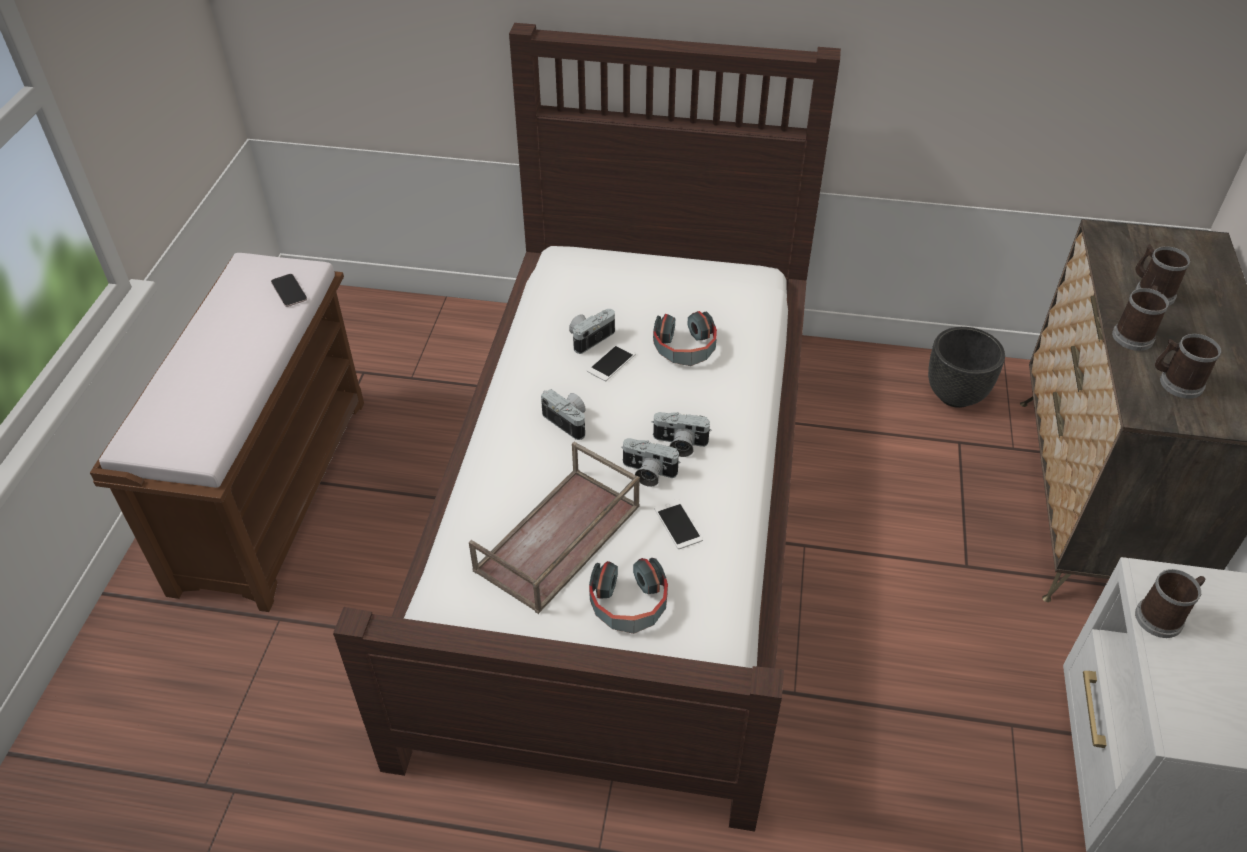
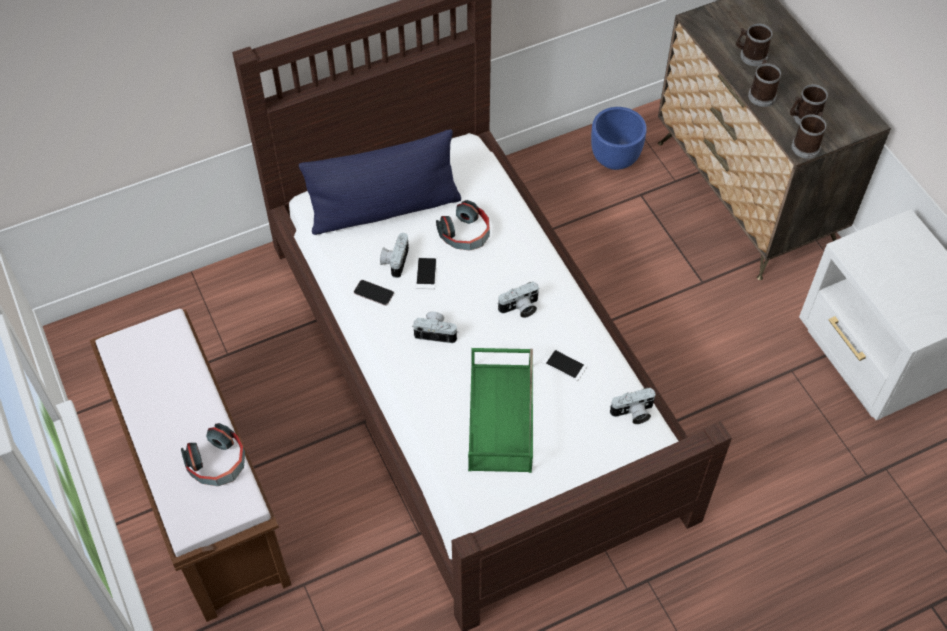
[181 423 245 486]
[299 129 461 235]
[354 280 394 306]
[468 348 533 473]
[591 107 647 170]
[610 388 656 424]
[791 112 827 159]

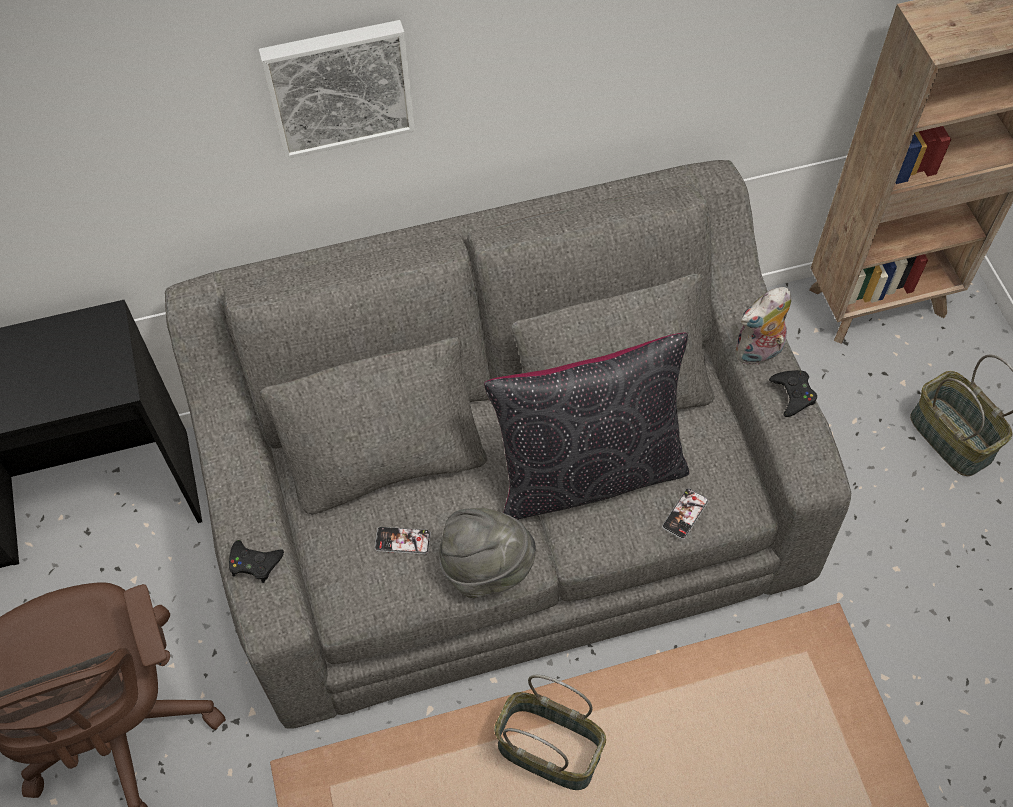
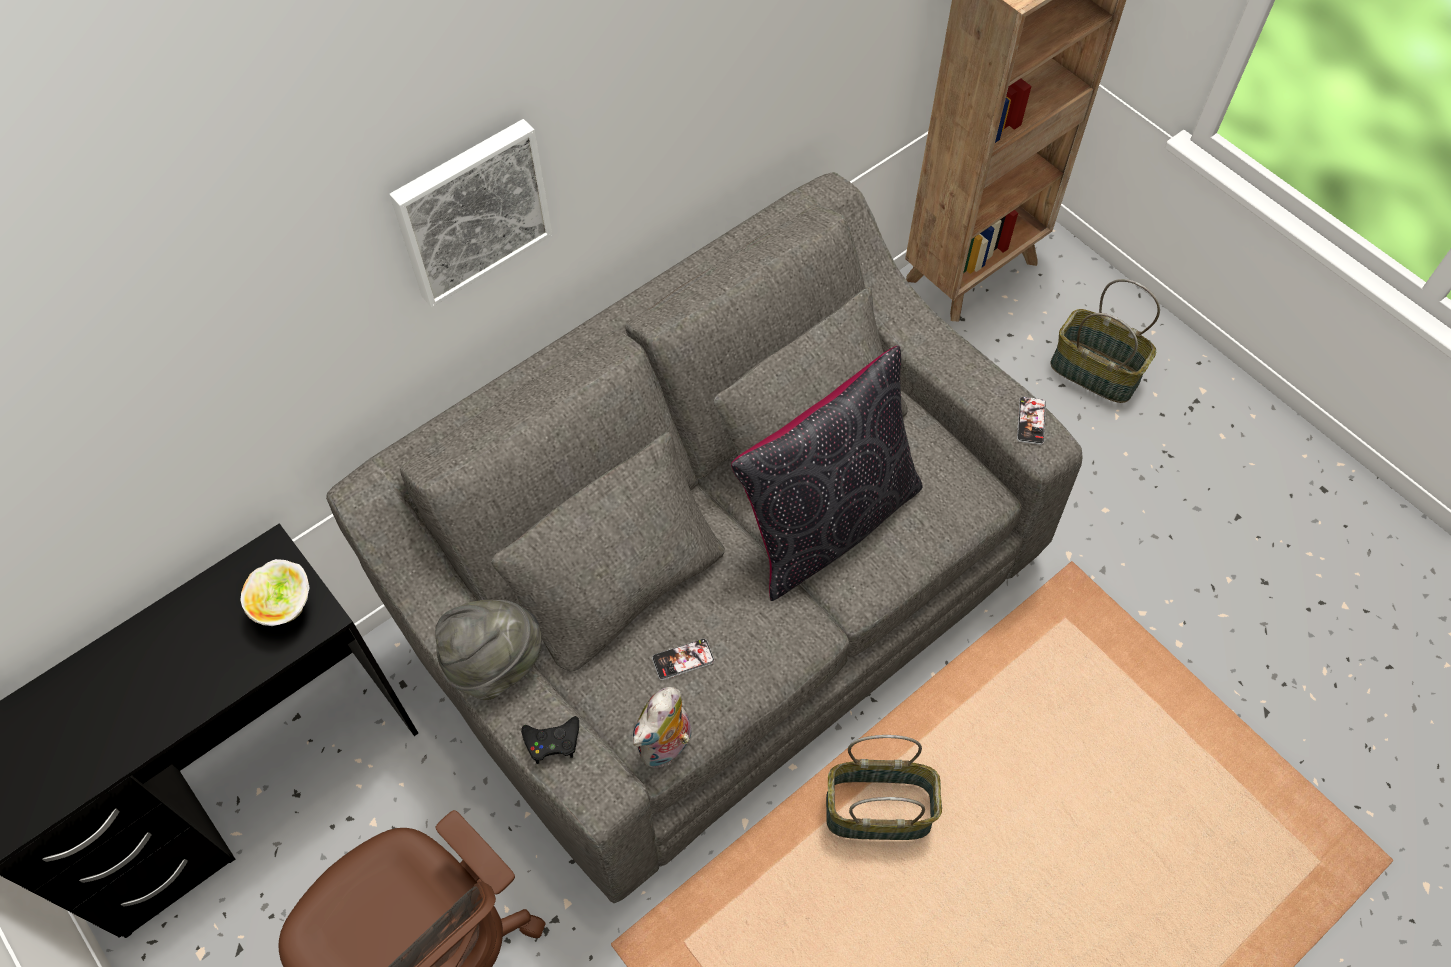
[240 559 310 626]
[435 600 542 700]
[633 687 691 768]
[1017 397 1046 445]
[769 370 817 417] (first image)

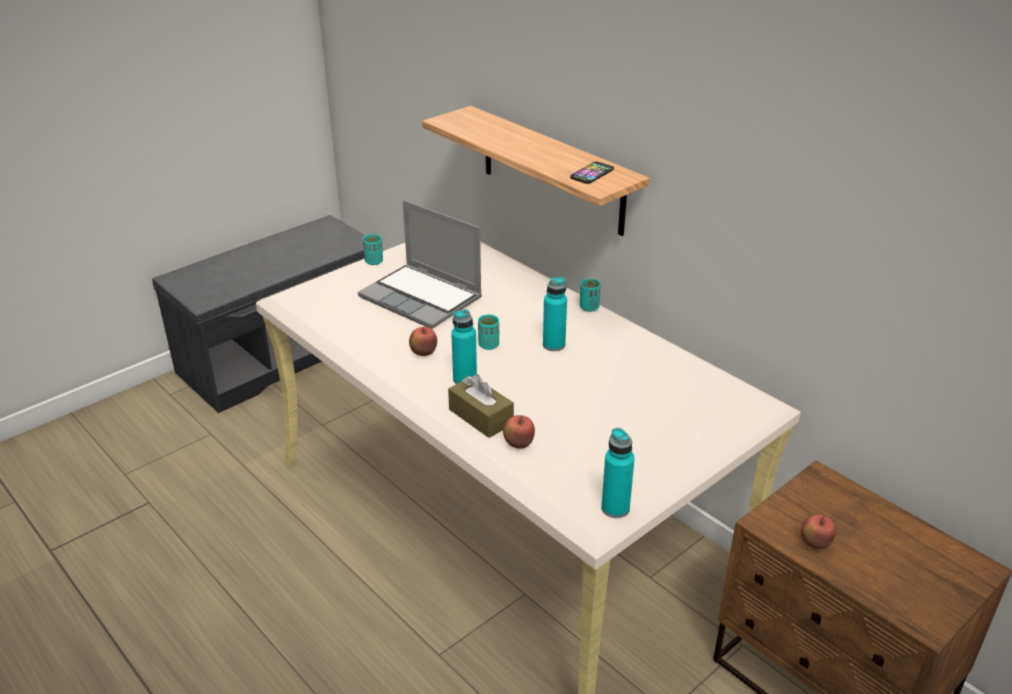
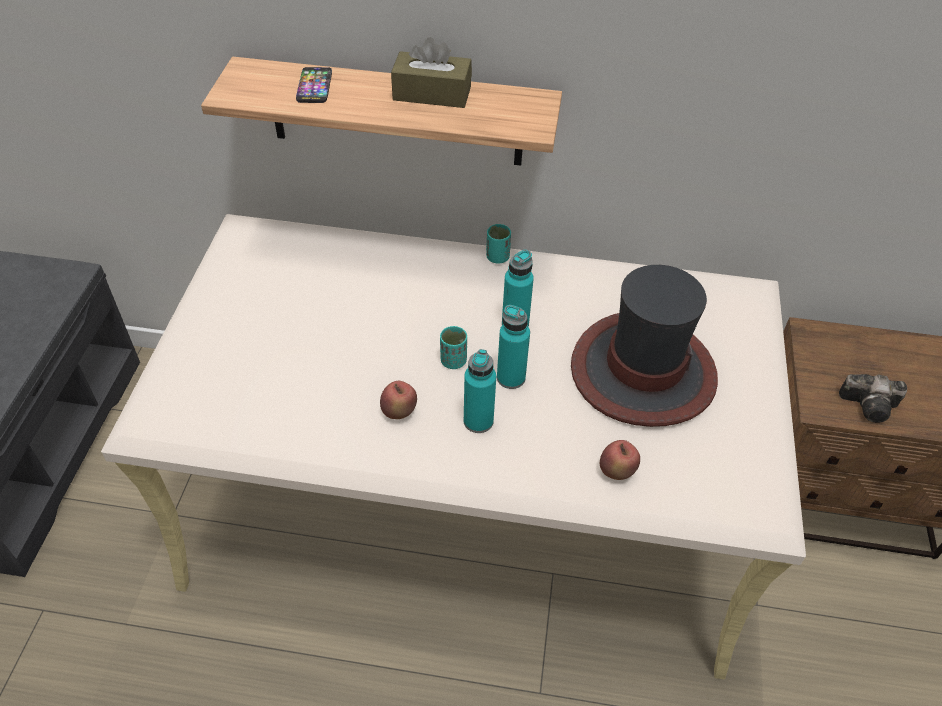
[296 67 332 103]
[391 37 472 108]
[497 305 530 389]
[571 265 718 427]
[839 374 907 423]
[358 200 482 329] (first image)
[363 234 383 265] (first image)

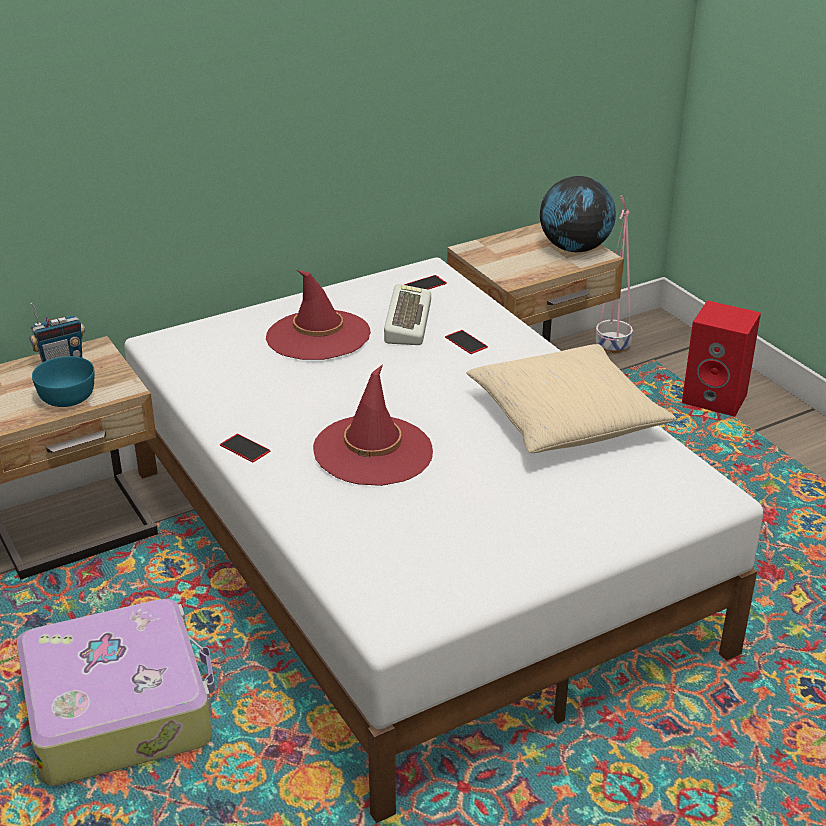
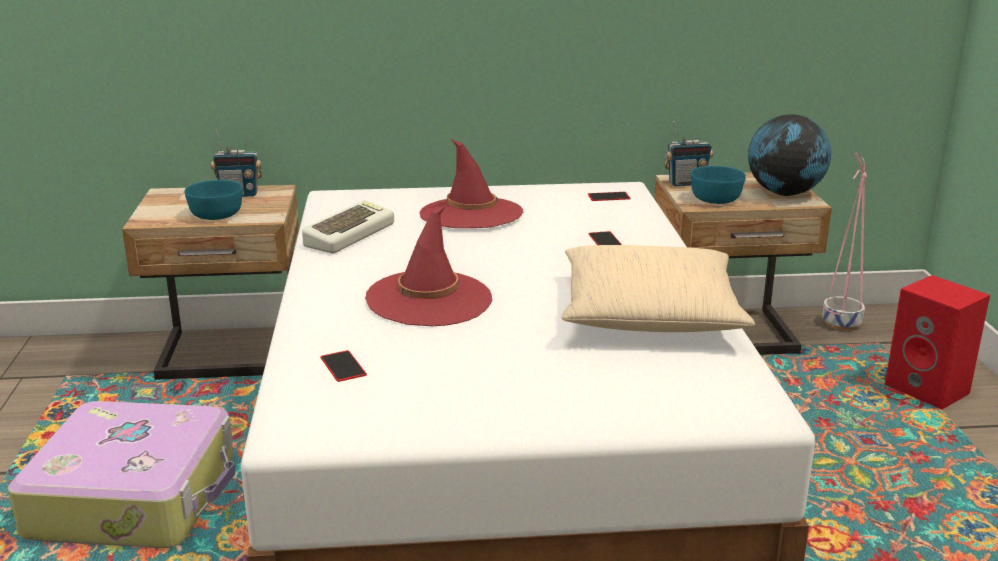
[302 200 394 253]
[320 350 367 382]
[664 121 713 186]
[691 166 746 204]

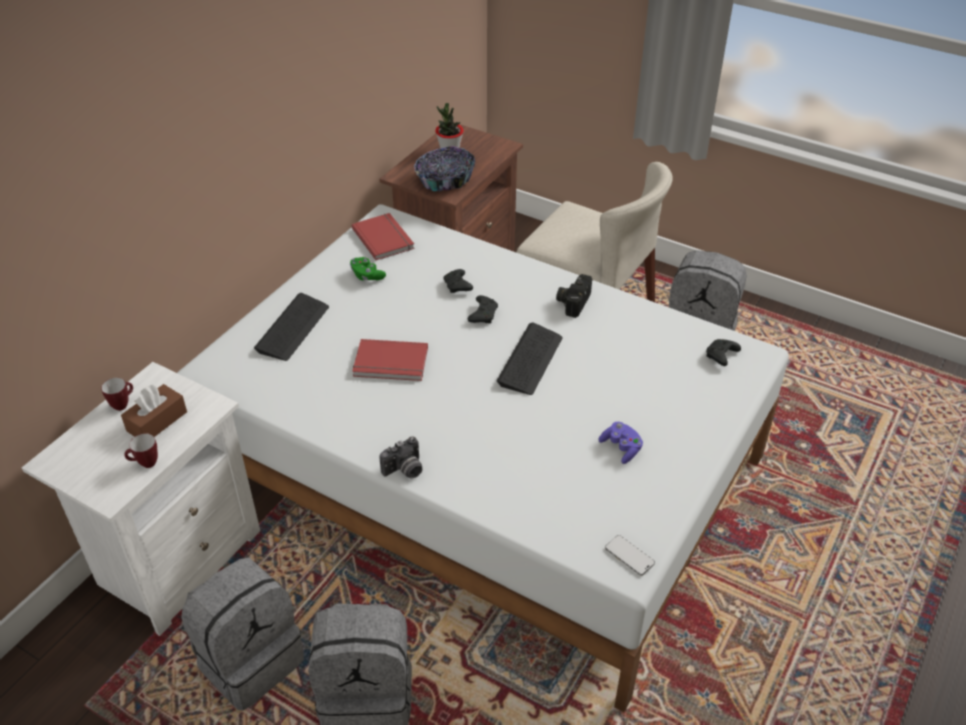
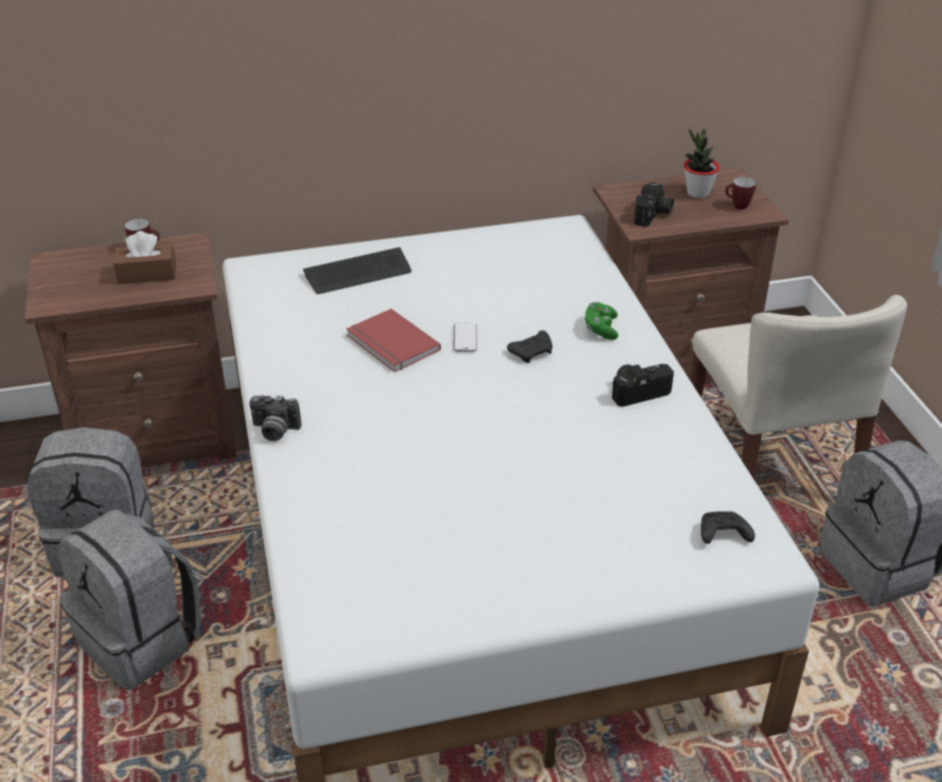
[25 232 237 468]
[454 323 477 352]
[585 302 618 340]
[634 182 674 227]
[725 177 756 210]
[352 213 414 260] (first image)
[443 269 473 293] (first image)
[497 322 563 395] (first image)
[599 422 643 464] (first image)

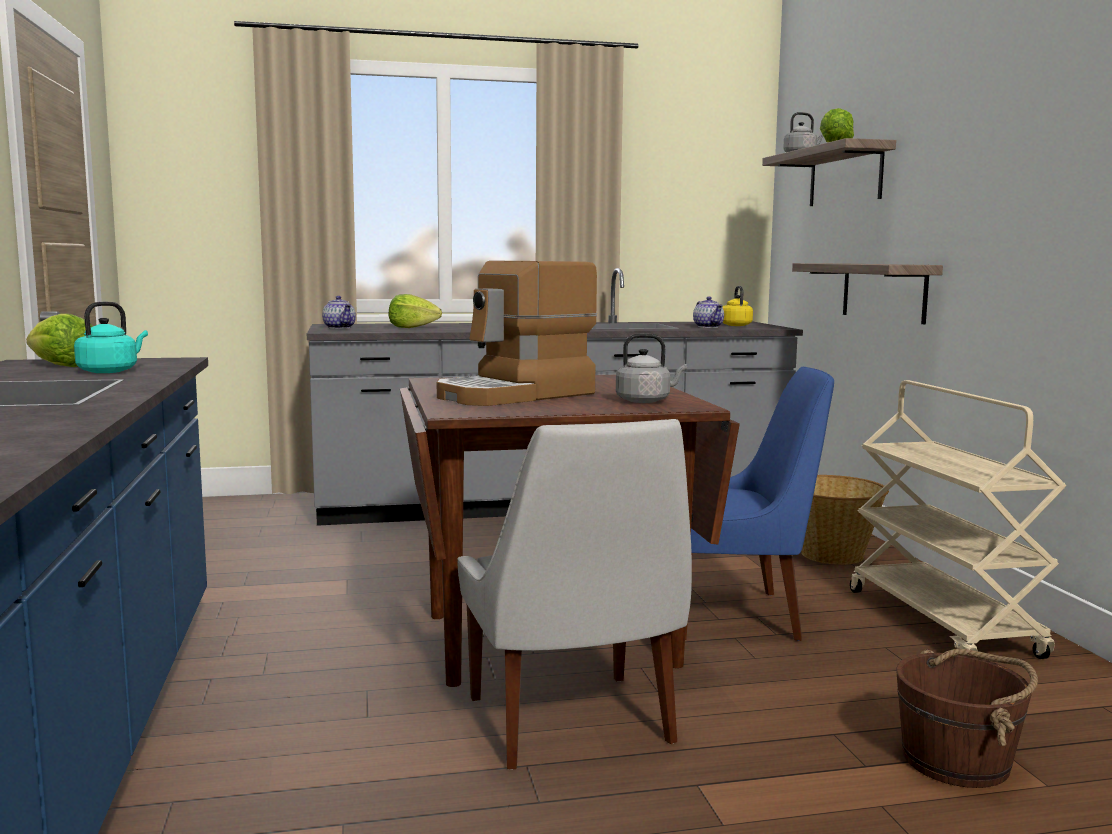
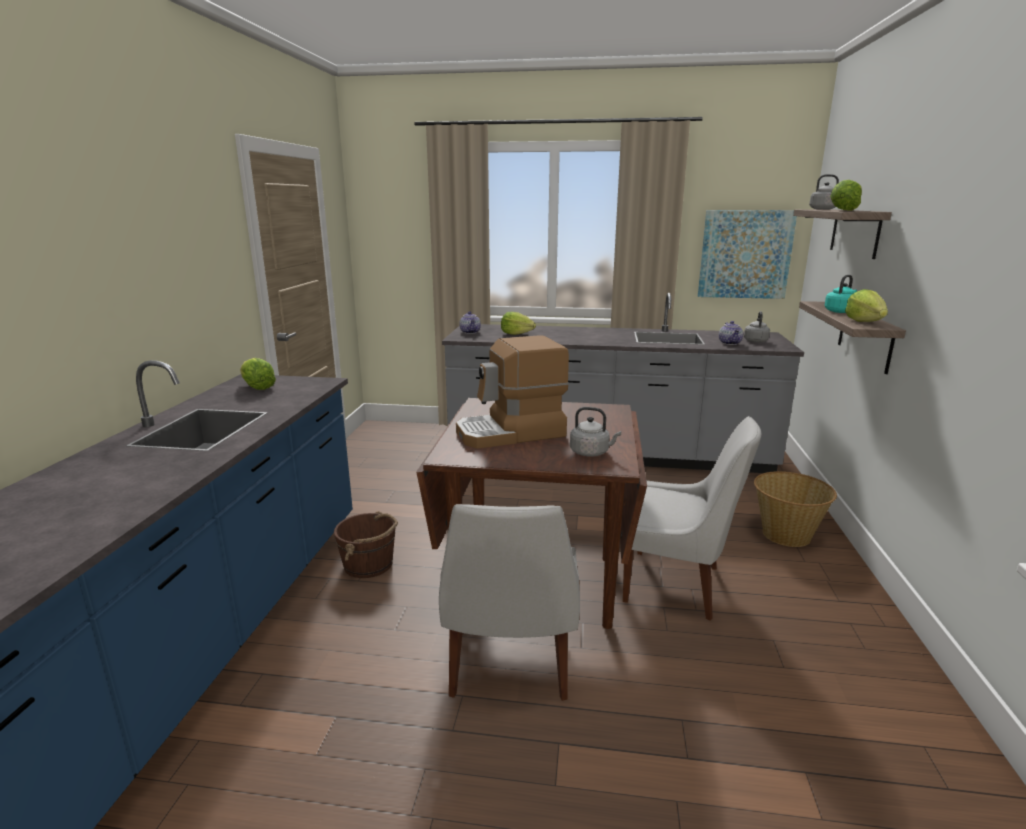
[334 511 398 578]
[623 416 761 621]
[698 210 797 299]
[744 311 770 343]
[825 275 857 313]
[845 289 888 322]
[850 380 1067 659] (first image)

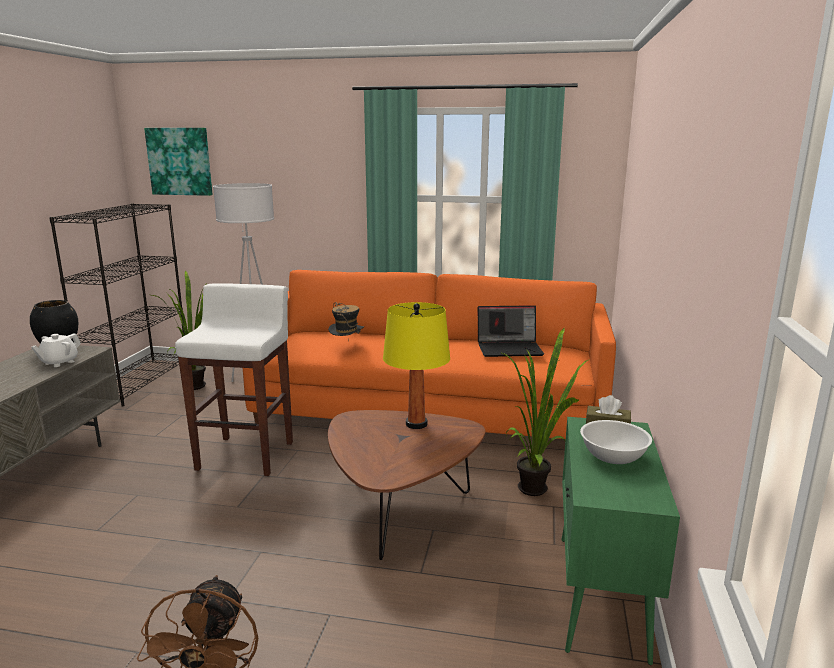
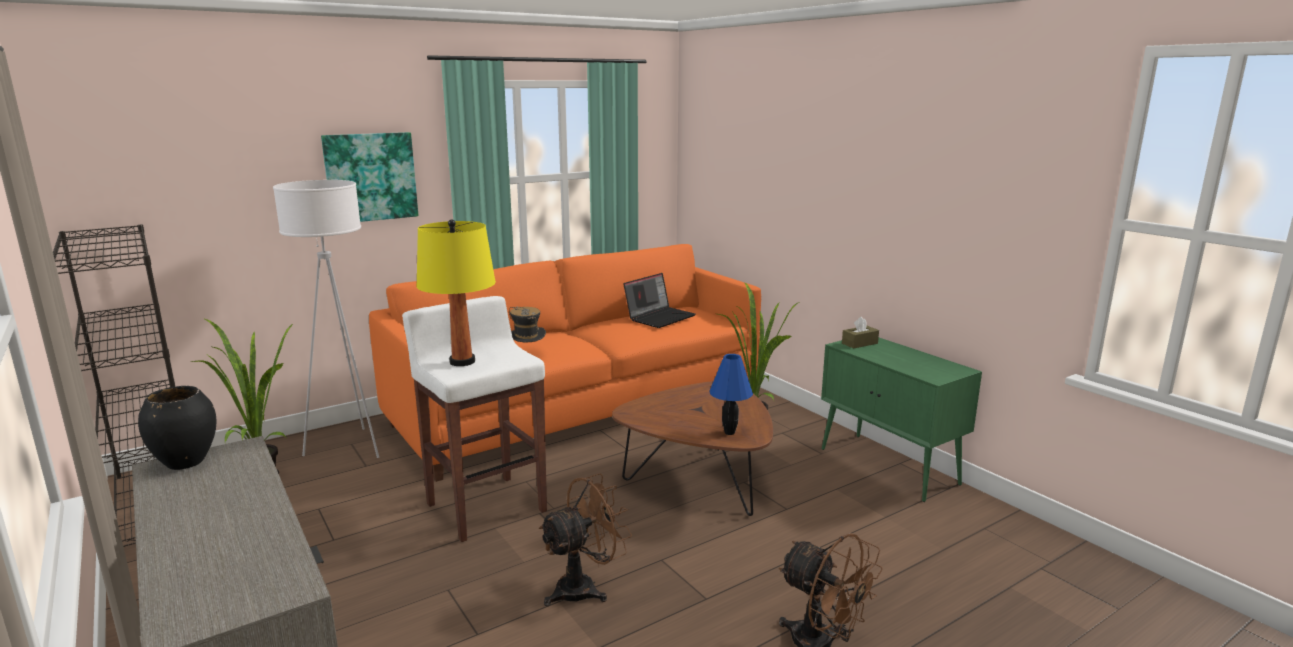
[321 132 418 222]
[416 219 496 366]
[539 473 632 606]
[710 354 753 435]
[31 333 81 367] (first image)
[580 420 652 464] (first image)

